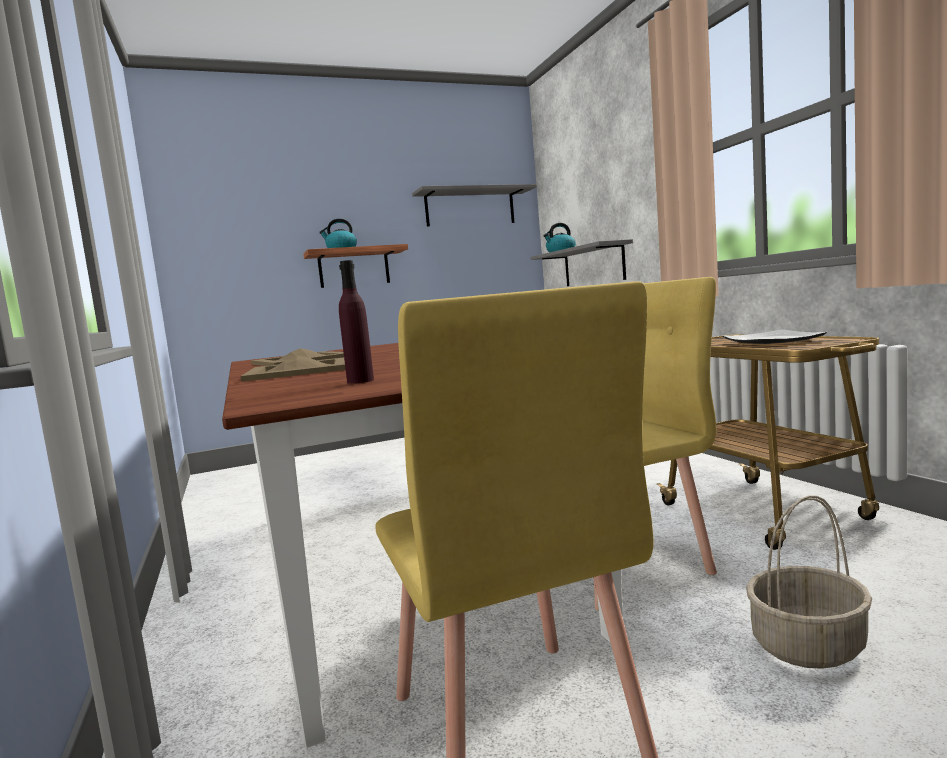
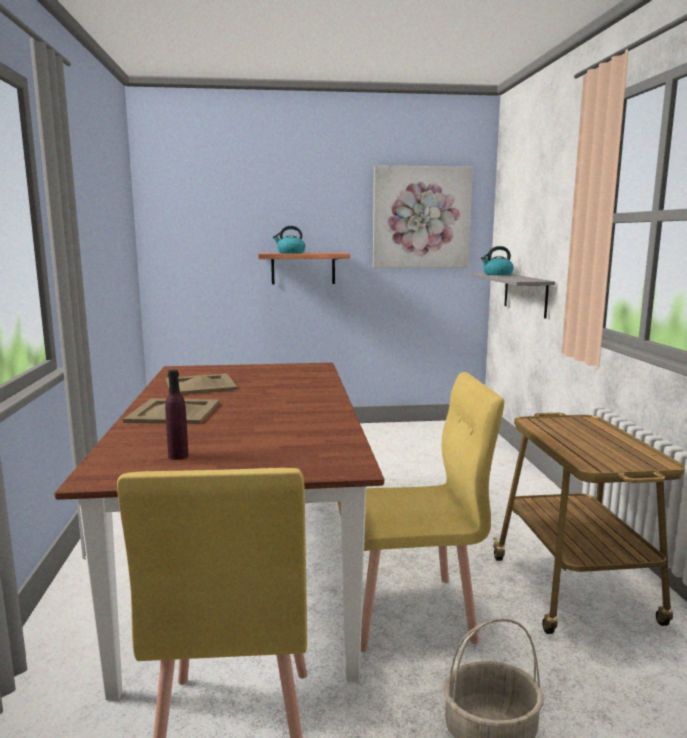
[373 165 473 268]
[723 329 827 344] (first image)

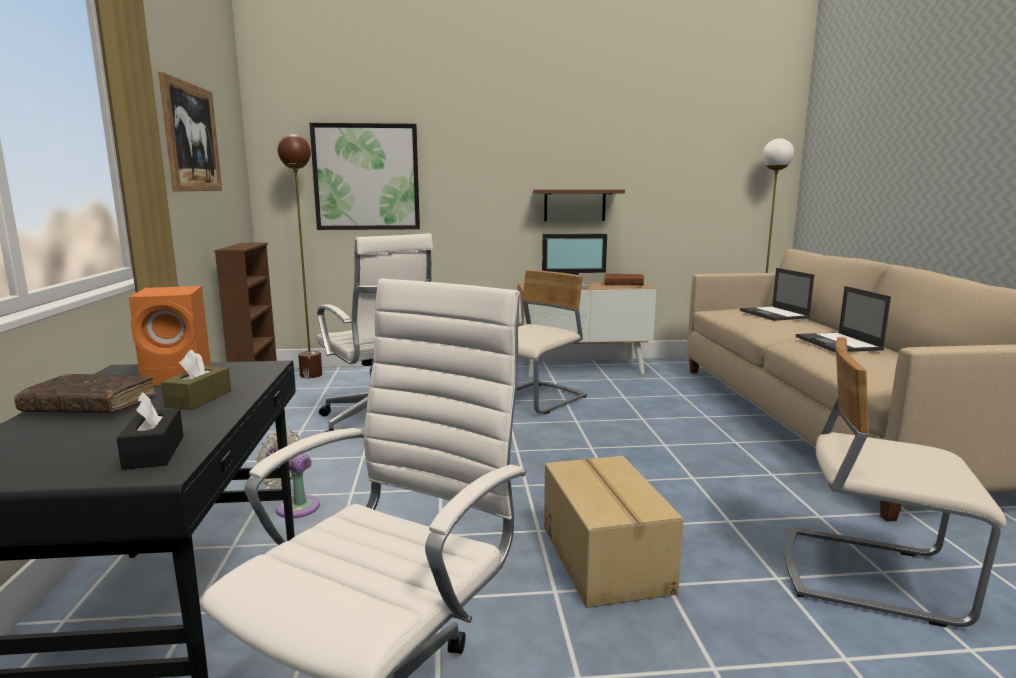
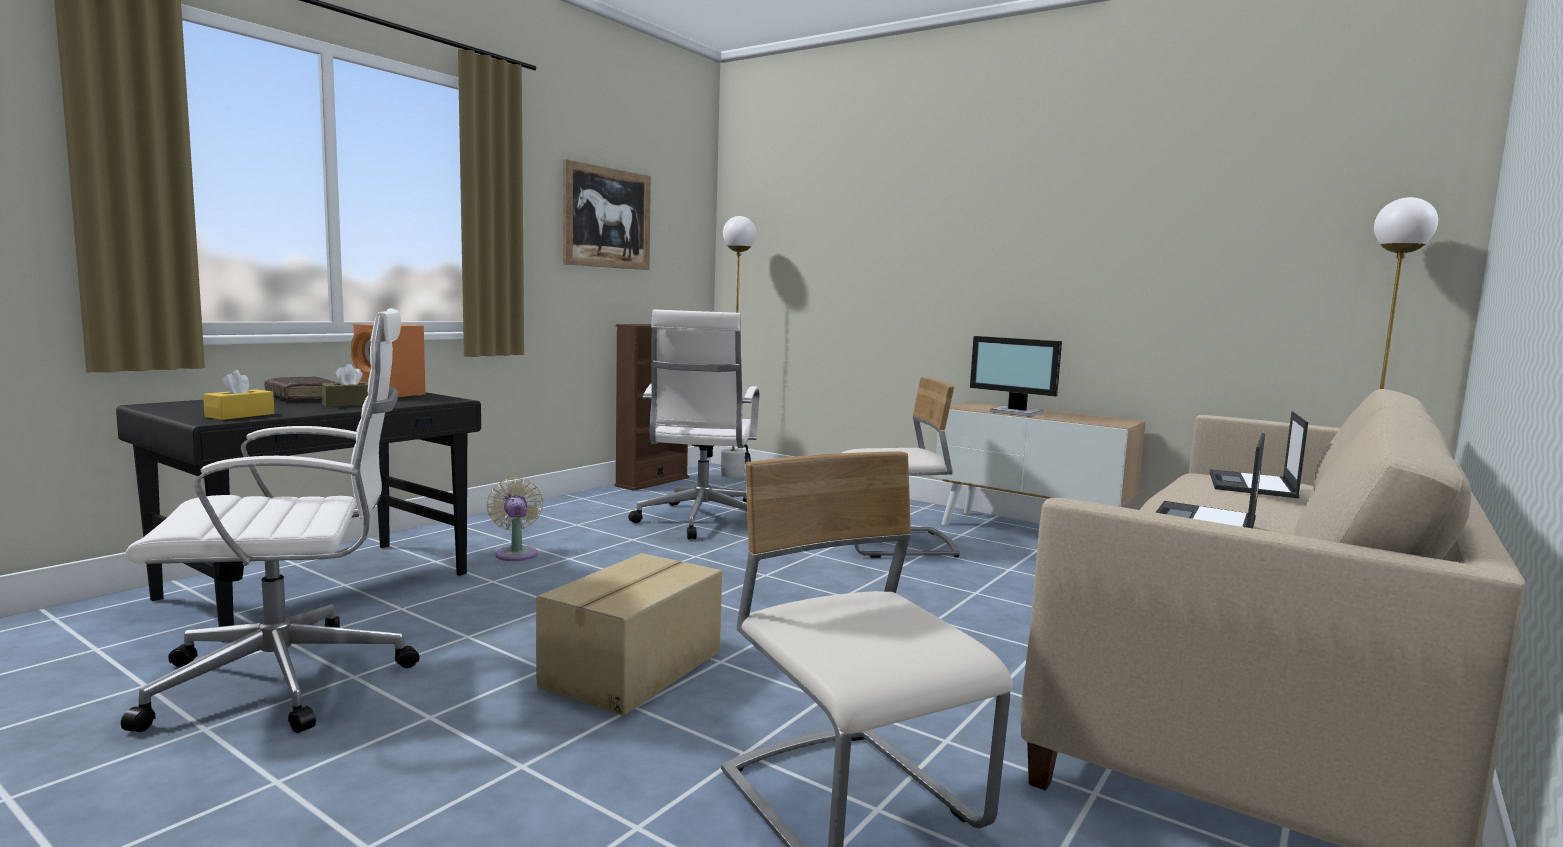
[203 370 274 420]
[721 216 756 478]
[310 123 420 230] (first image)
[533 189 625 221] (first image)
[604 273 644 285] (first image)

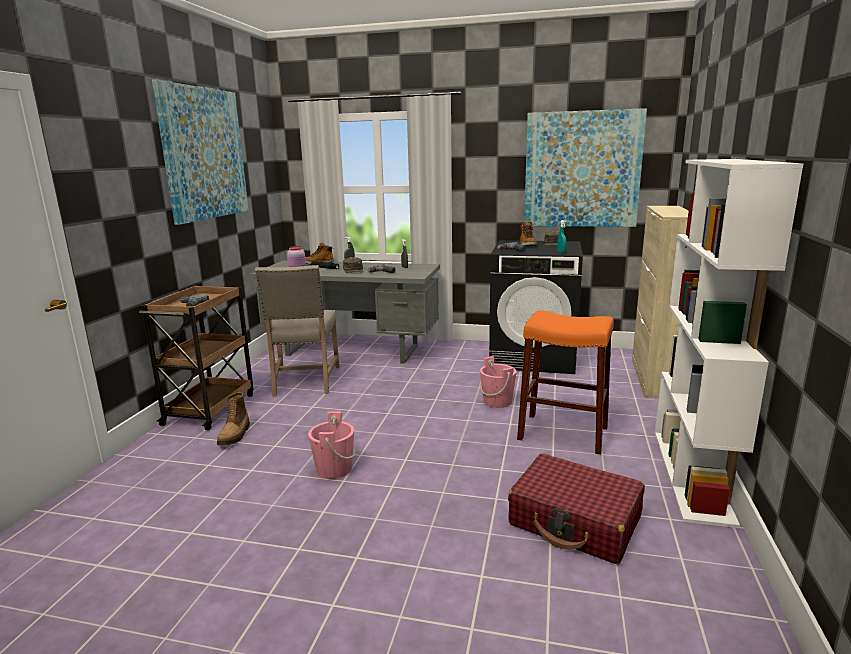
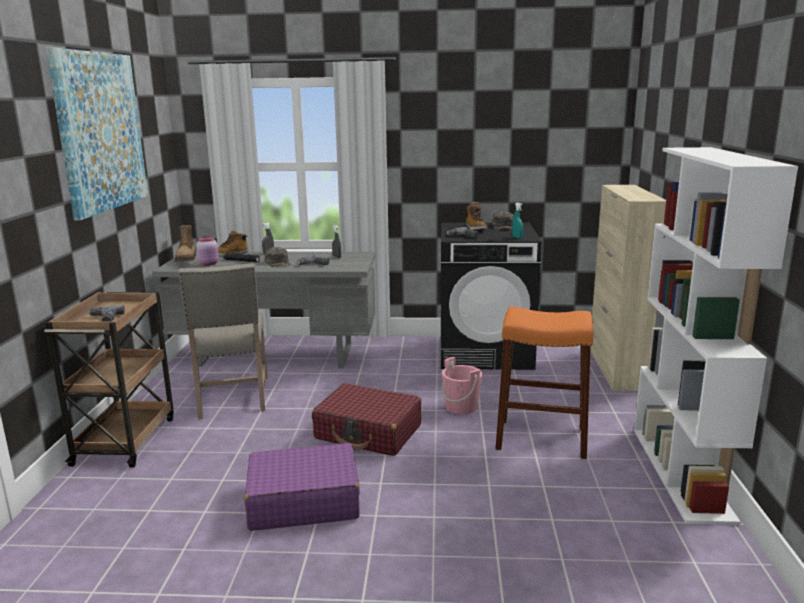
[175 225 196 261]
[244 443 360 531]
[312 383 421 456]
[524 108 647 227] (first image)

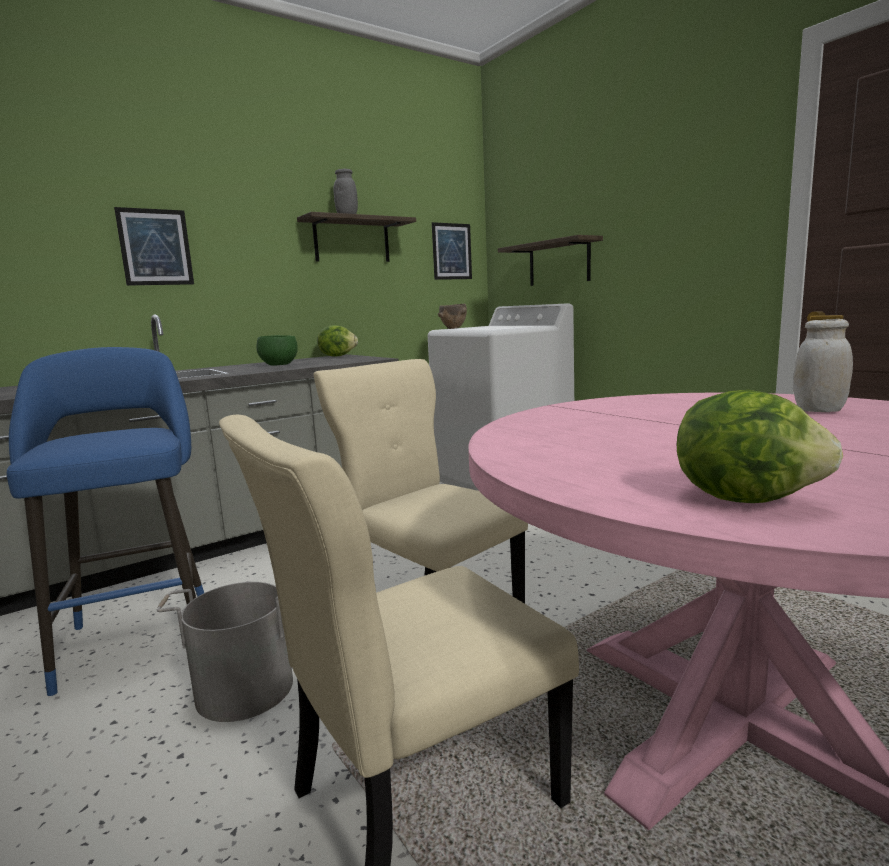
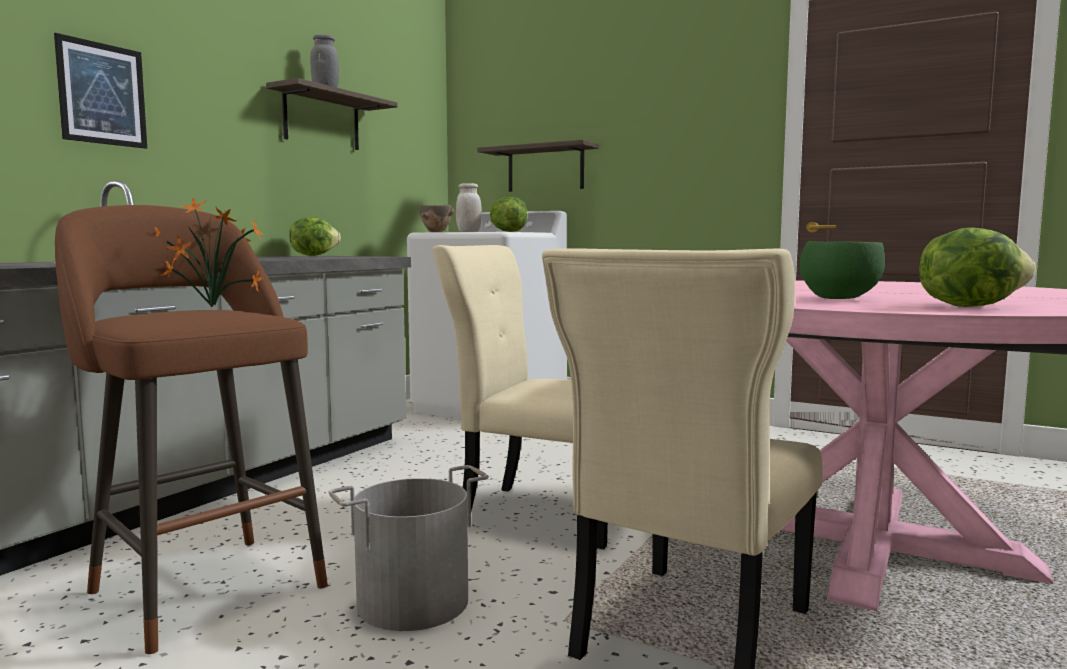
[55 205 328 654]
[154 198 264 308]
[456 183 482 232]
[490 197 527 232]
[800 241 885 299]
[432 222 472 280] (first image)

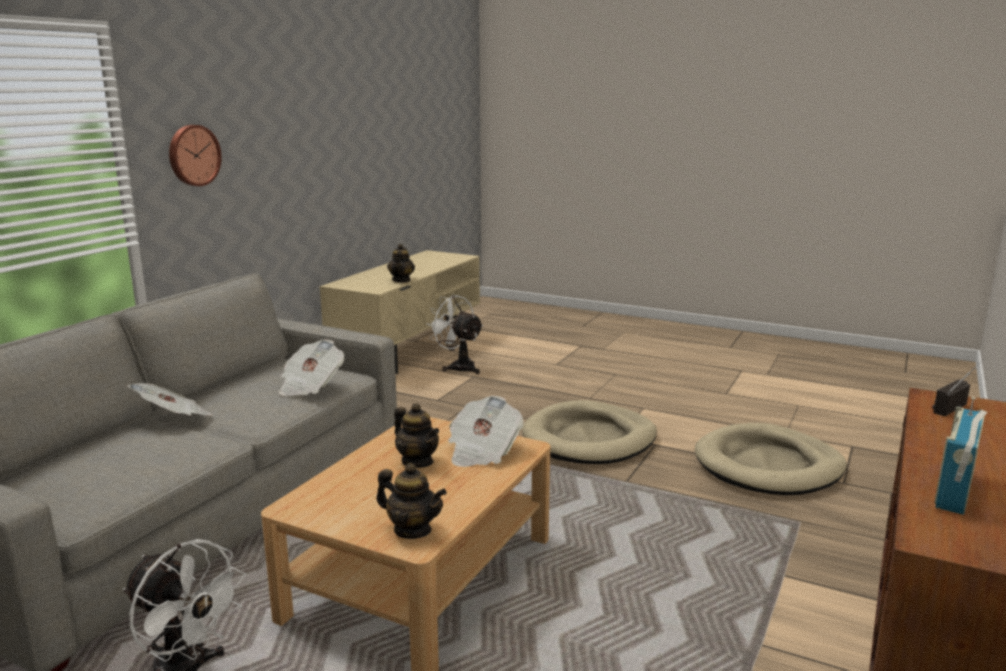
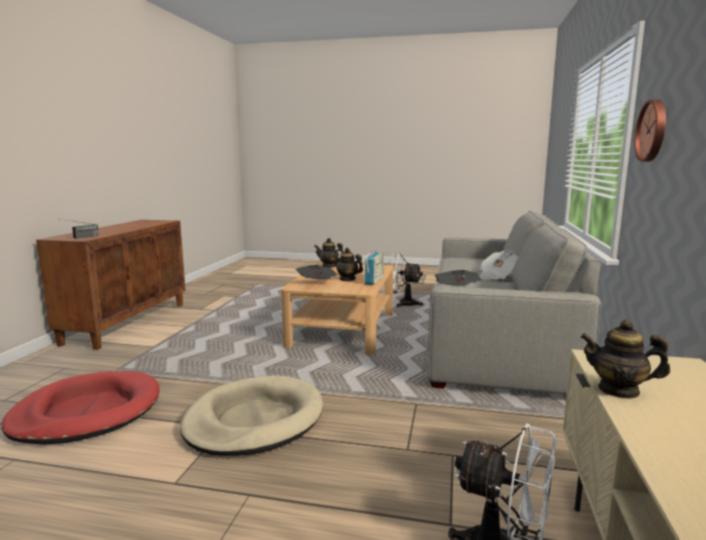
[1 371 159 445]
[364 251 384 285]
[581 319 670 399]

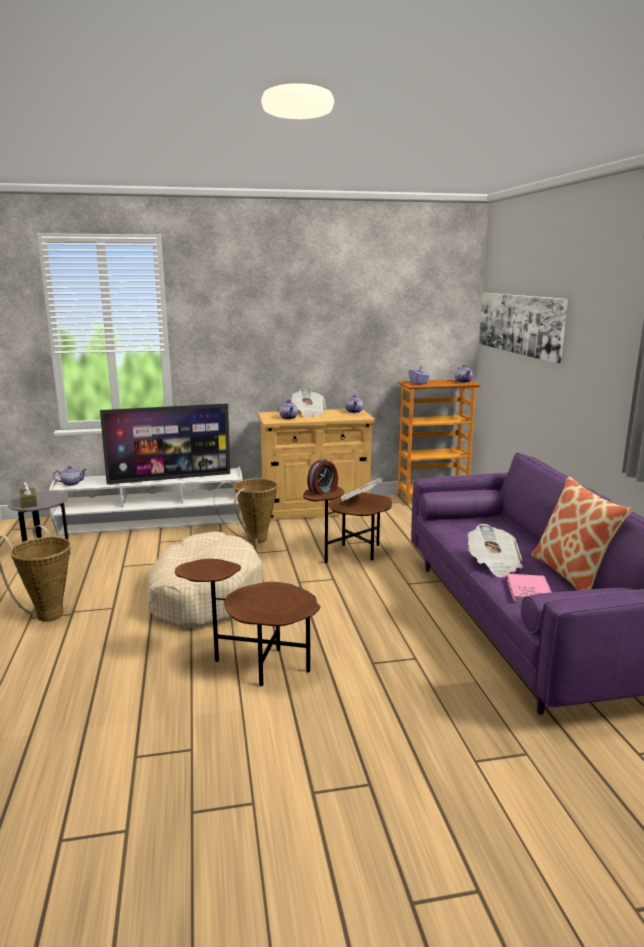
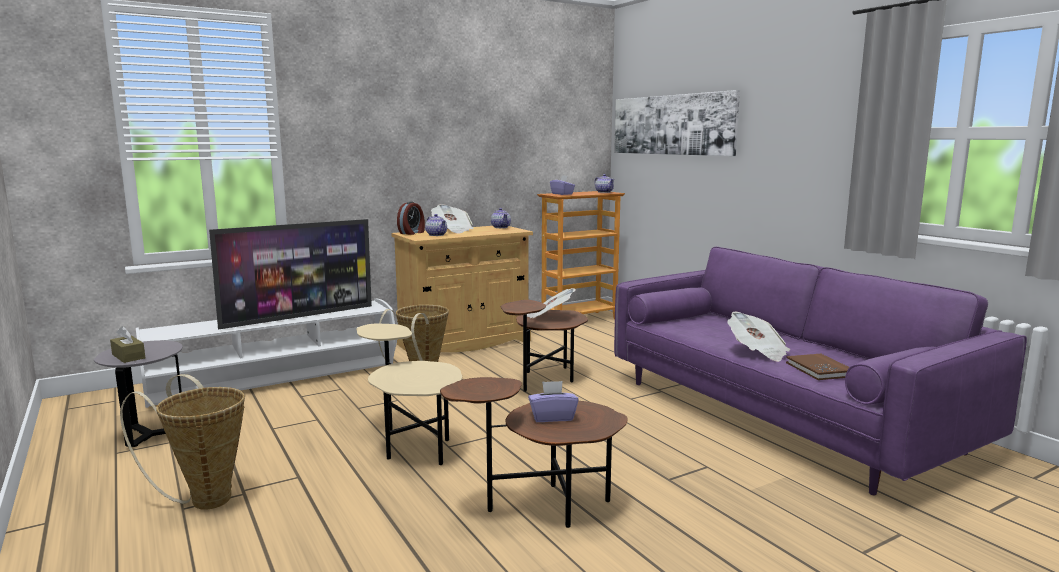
[356 323 462 465]
[397 201 425 235]
[528 381 579 422]
[786 354 849 380]
[53 466 87 486] (first image)
[531 476 632 590] (first image)

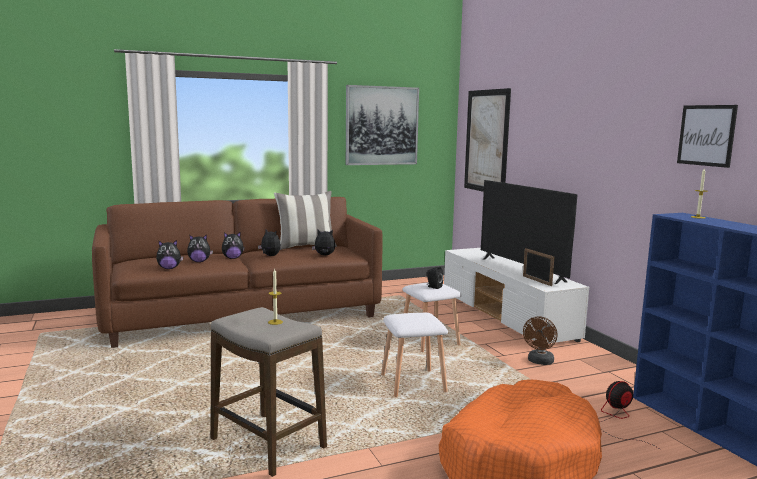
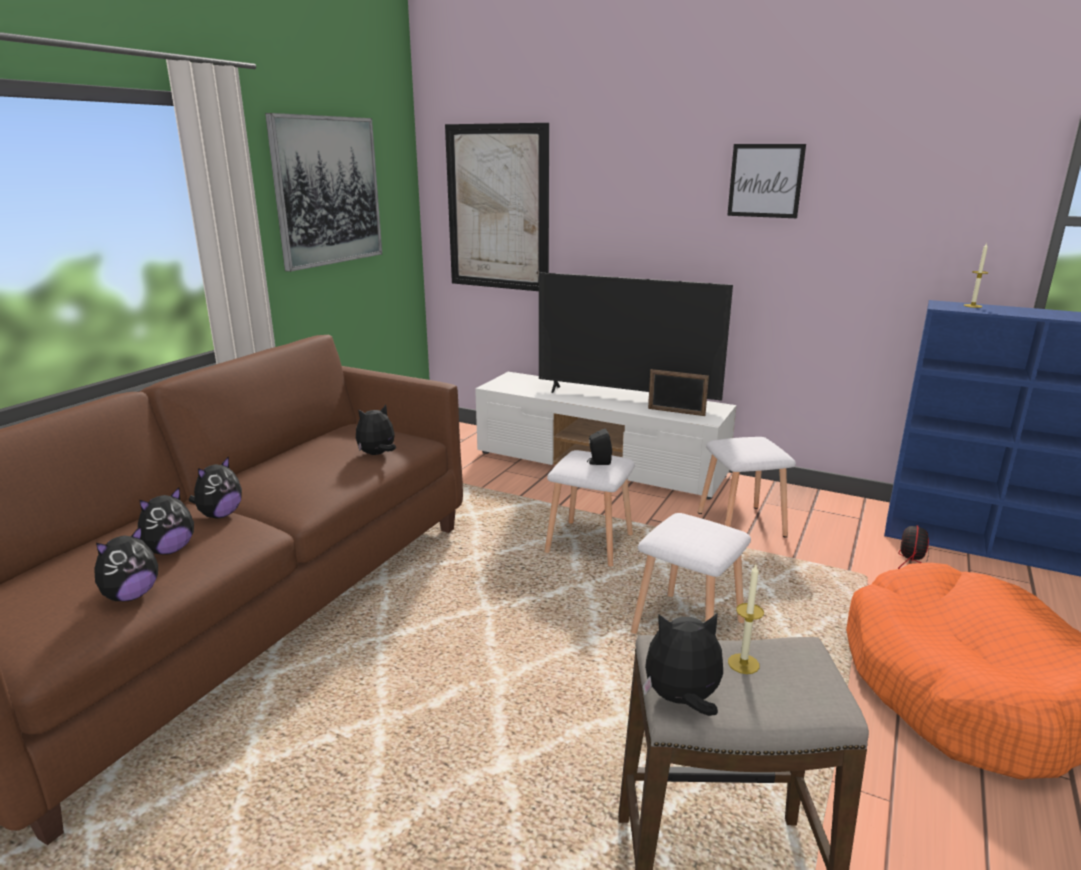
[643 613 723 716]
[698 437 796 538]
[727 144 806 218]
[274 191 337 250] (first image)

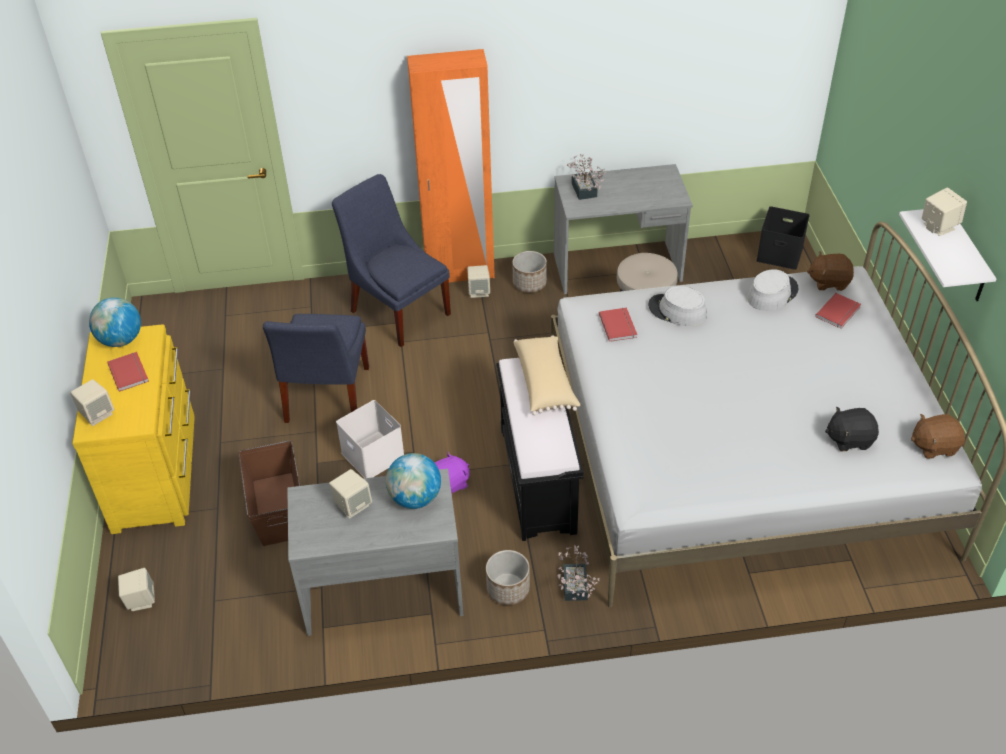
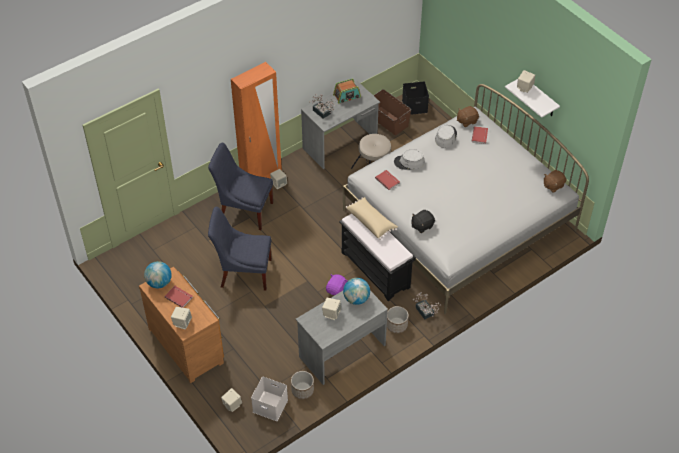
[139 267 224 383]
[208 207 272 291]
[251 377 288 421]
[291 371 314 399]
[333 78 361 104]
[373 89 411 135]
[411 210 435 233]

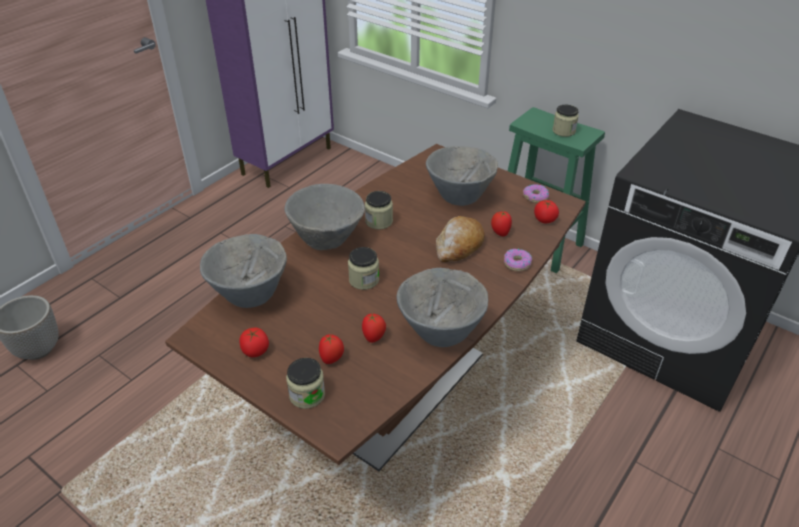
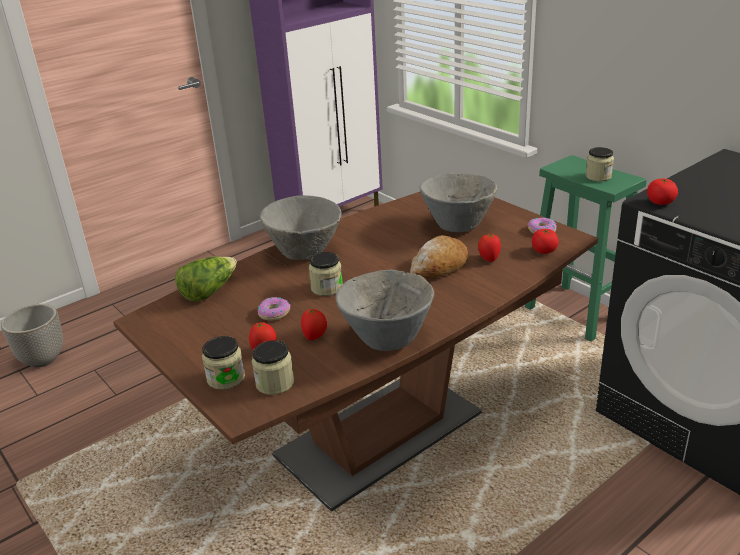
[175 256 237 302]
[252 340 294 395]
[258 297 290 321]
[647 178 678 205]

